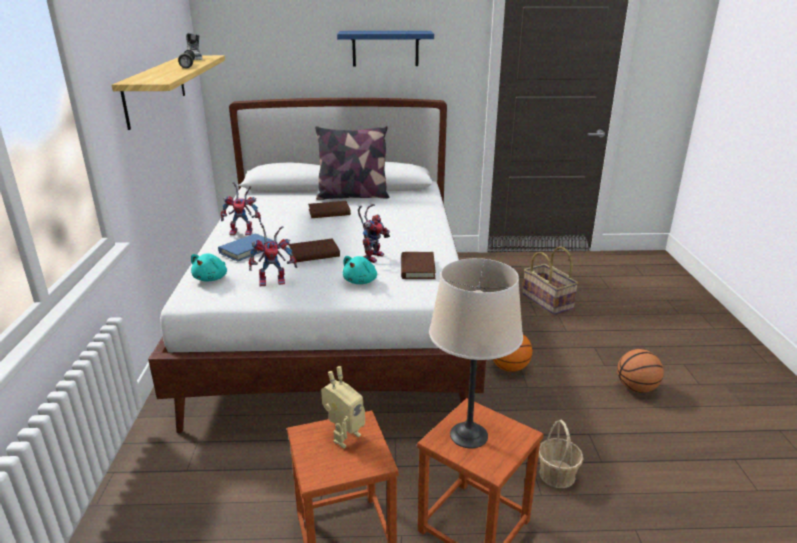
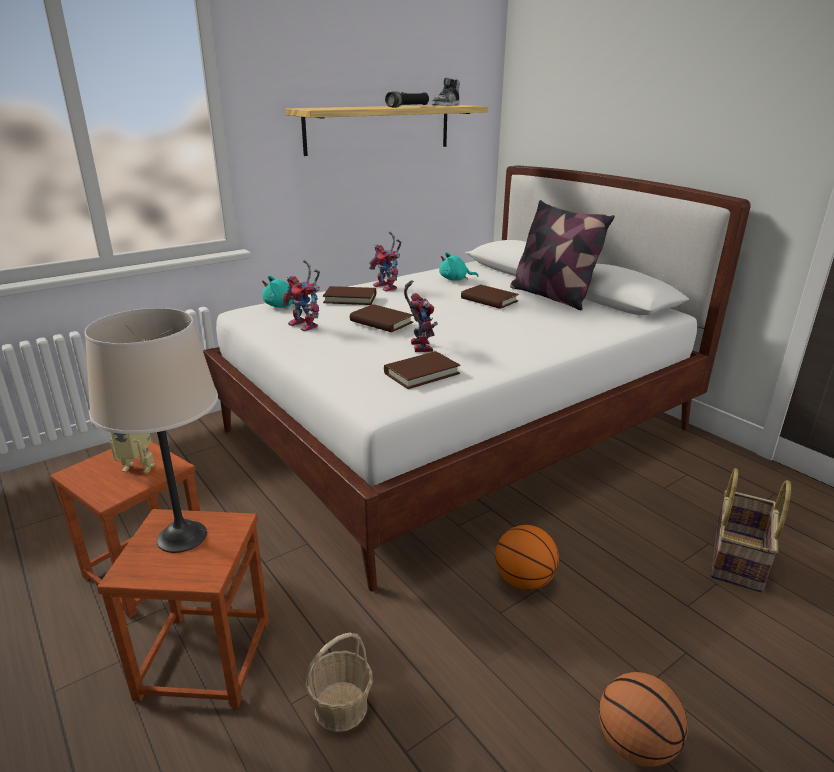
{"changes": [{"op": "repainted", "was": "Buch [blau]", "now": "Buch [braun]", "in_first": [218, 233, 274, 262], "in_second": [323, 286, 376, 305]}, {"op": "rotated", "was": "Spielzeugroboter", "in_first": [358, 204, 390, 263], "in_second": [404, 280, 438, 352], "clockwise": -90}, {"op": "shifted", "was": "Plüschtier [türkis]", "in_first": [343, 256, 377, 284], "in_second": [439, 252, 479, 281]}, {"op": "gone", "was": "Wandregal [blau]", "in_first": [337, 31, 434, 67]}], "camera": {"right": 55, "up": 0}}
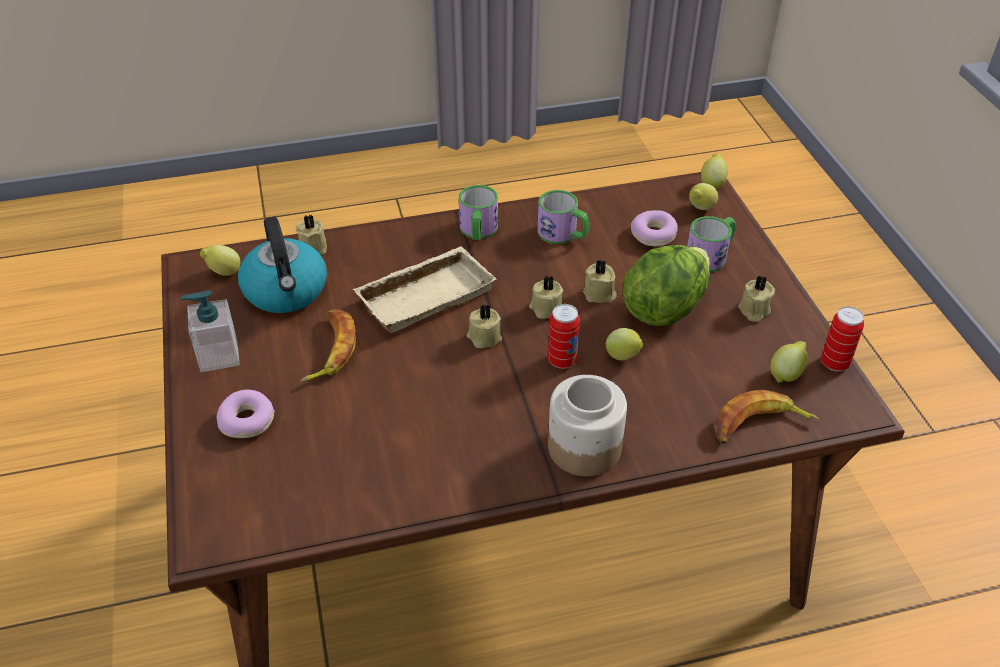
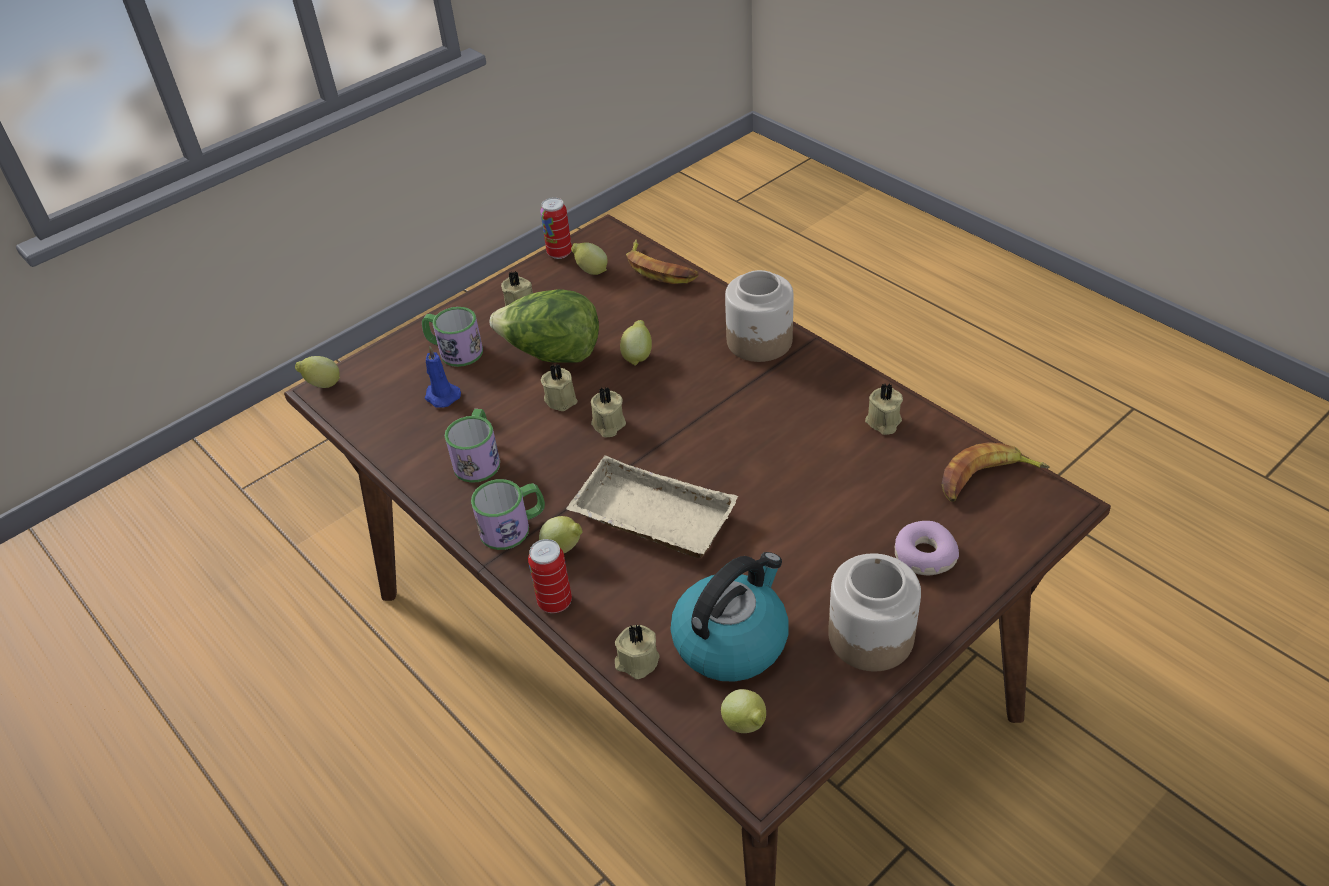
{"changes": [{"op": "swapped", "was": "Donut", "now": "Kerze [blau]", "in_first": [631, 210, 678, 247], "in_second": [425, 346, 461, 408]}, {"op": "shifted", "was": "Dose", "in_first": [548, 304, 580, 369], "in_second": [528, 539, 572, 613]}, {"op": "shifted", "was": "Zitrone", "in_first": [689, 183, 718, 210], "in_second": [539, 516, 582, 553]}, {"op": "swapped", "was": "Seifenspender", "now": "Vorratsglas", "in_first": [181, 290, 240, 372], "in_second": [828, 553, 921, 671]}, {"op": "shifted", "was": "Kerze [beige]", "in_first": [466, 305, 502, 348], "in_second": [865, 383, 903, 435]}, {"op": "shifted", "was": "Banane", "in_first": [300, 309, 357, 382], "in_second": [942, 442, 1050, 502]}], "camera": {"right": -115, "up": 0}}
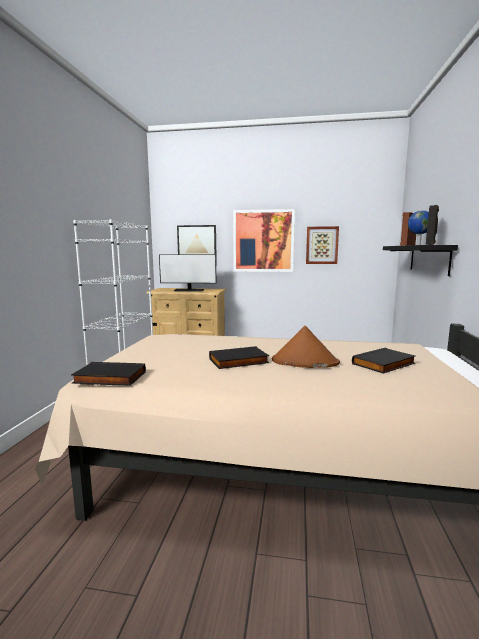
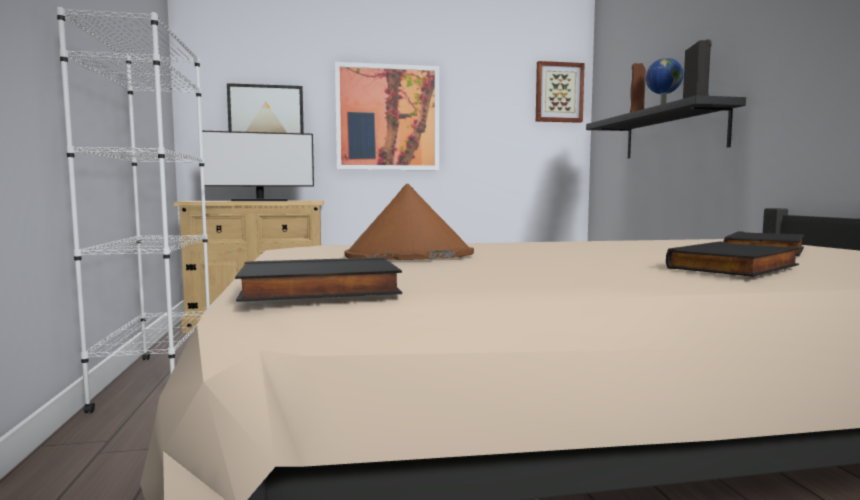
{"changes": [{"op": "shifted", "was": "Hut [braun]", "in_first": [272, 326, 340, 368], "in_second": [345, 183, 474, 260]}, {"op": "shifted", "was": "Bild", "in_first": [306, 226, 339, 264], "in_second": [536, 61, 585, 123]}, {"op": "shifted", "was": "Buch [schwarz]", "in_first": [209, 346, 269, 369], "in_second": [666, 242, 800, 277]}], "camera": {"right": -20, "up": -5}}
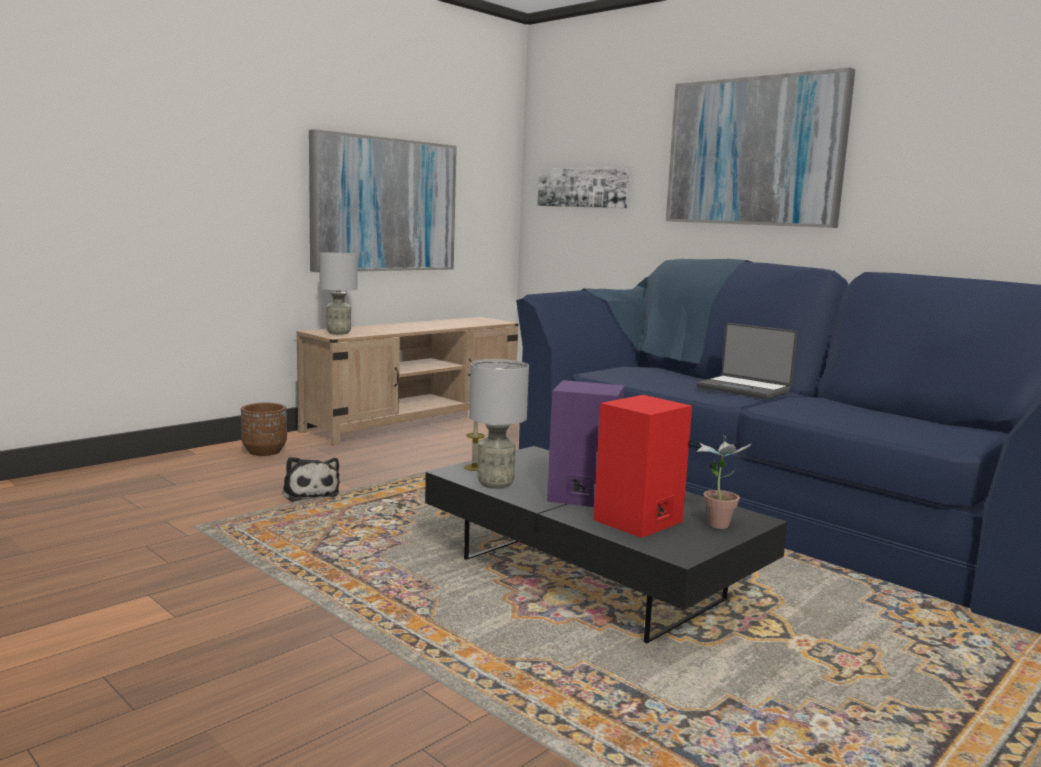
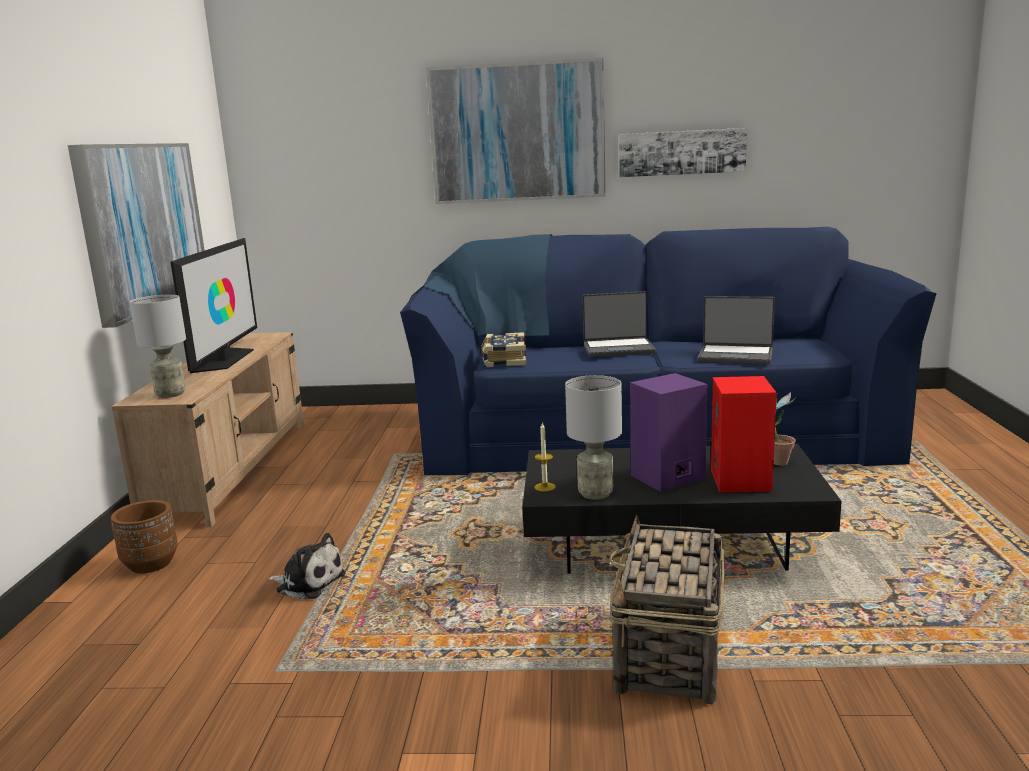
{"changes": [{"op": "new", "now": "Fernseher", "in_second": [171, 238, 257, 373]}, {"op": "new", "now": "Buch", "in_second": [481, 332, 526, 367]}, {"op": "new", "now": "Korb", "in_second": [609, 514, 724, 705]}, {"op": "shifted", "was": "Bild", "in_first": [537, 167, 630, 208], "in_second": [619, 128, 747, 177]}, {"op": "new", "now": "Laptop", "in_second": [698, 296, 775, 364]}], "camera": {"right": -40, "up": 5}}
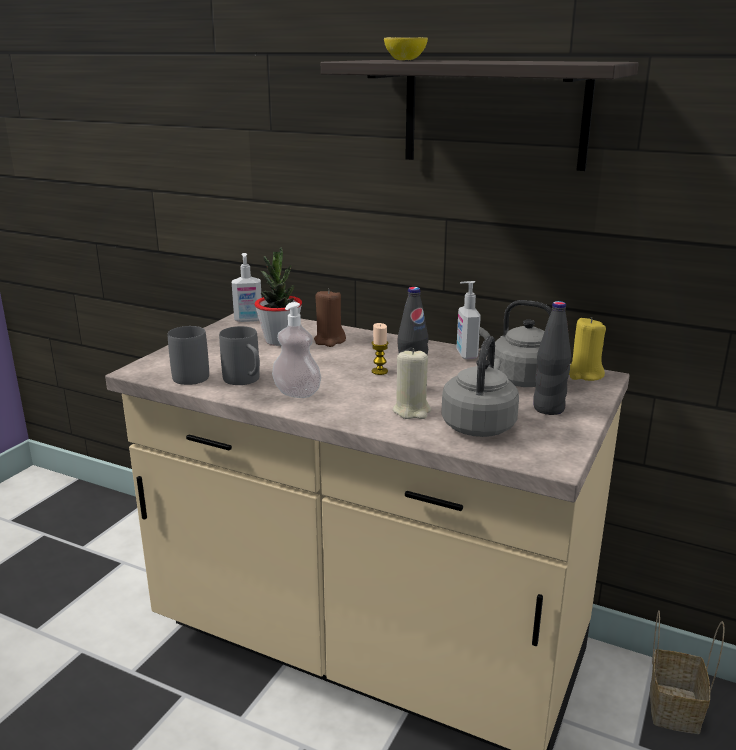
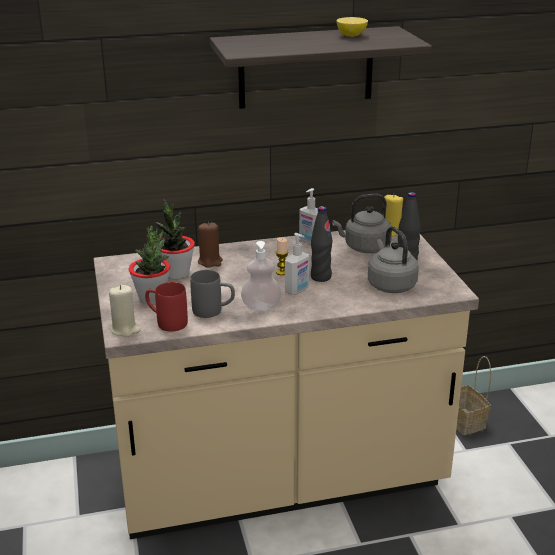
{"changes": [{"op": "shifted", "was": "Kerze [beige]", "in_first": [393, 348, 431, 419], "in_second": [109, 285, 140, 337]}, {"op": "new", "now": "Topfpflanze", "in_second": [129, 226, 170, 304]}, {"op": "repainted", "was": "Henkelbecher [grau]", "now": "Henkelbecher [rot]", "in_first": [168, 326, 209, 385], "in_second": [145, 282, 188, 332]}, {"op": "shifted", "was": "Seifenspender", "in_first": [232, 253, 262, 322], "in_second": [285, 233, 309, 295]}, {"op": "shifted", "was": "Zitrone", "in_first": [384, 37, 428, 60], "in_second": [336, 17, 368, 37]}], "camera": {"right": -40, "up": 5}}
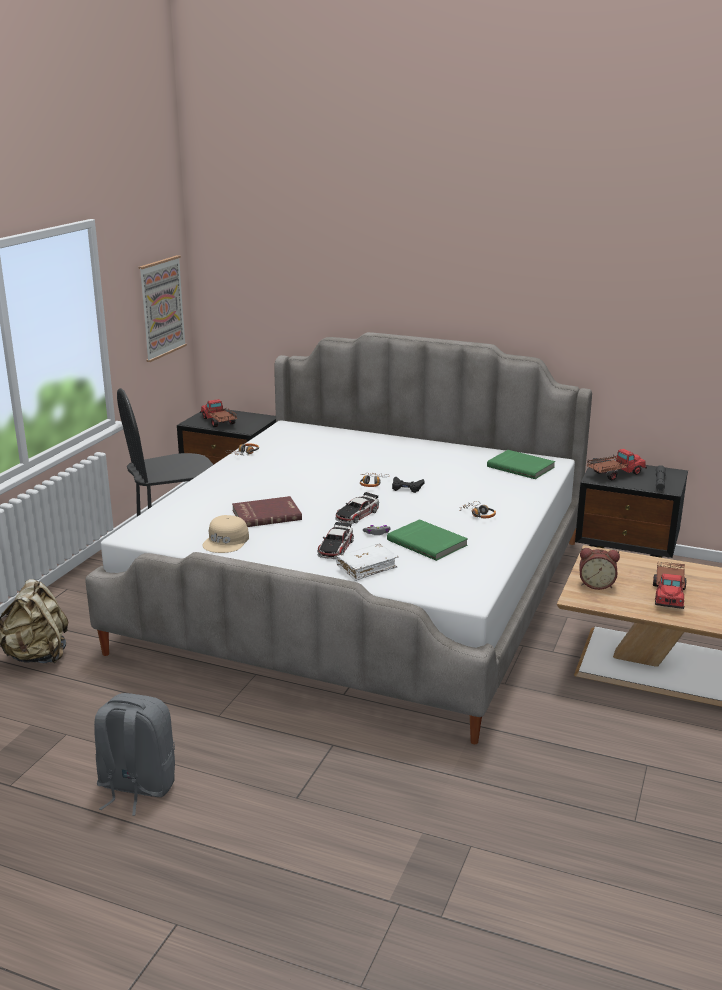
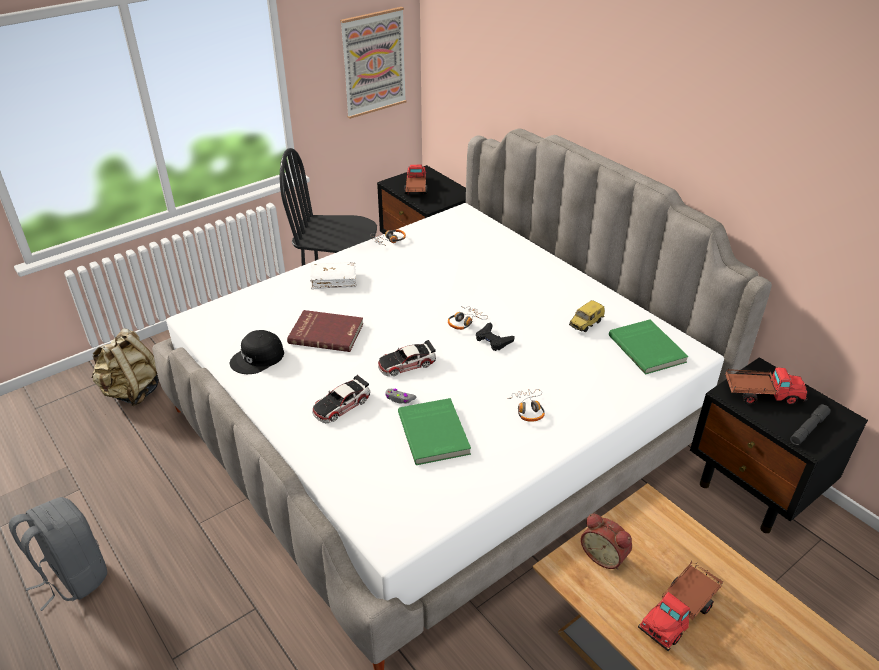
{"changes": [{"op": "repainted", "was": "Kappe [beige]", "now": "Kappe [schwarz]", "in_first": [202, 515, 249, 553], "in_second": [230, 330, 284, 374]}, {"op": "shifted", "was": "Buch [weiß]", "in_first": [336, 544, 398, 581], "in_second": [310, 262, 356, 289]}, {"op": "new", "now": "Spielzeugauto", "in_second": [569, 300, 605, 332]}], "camera": {"right": 30, "up": 15}}
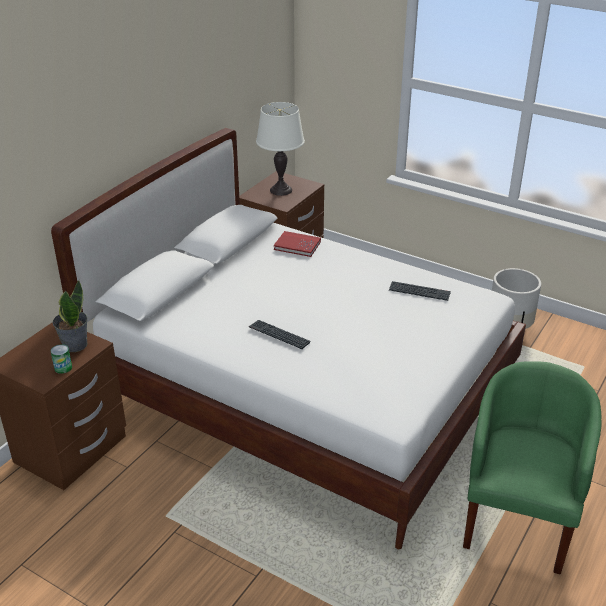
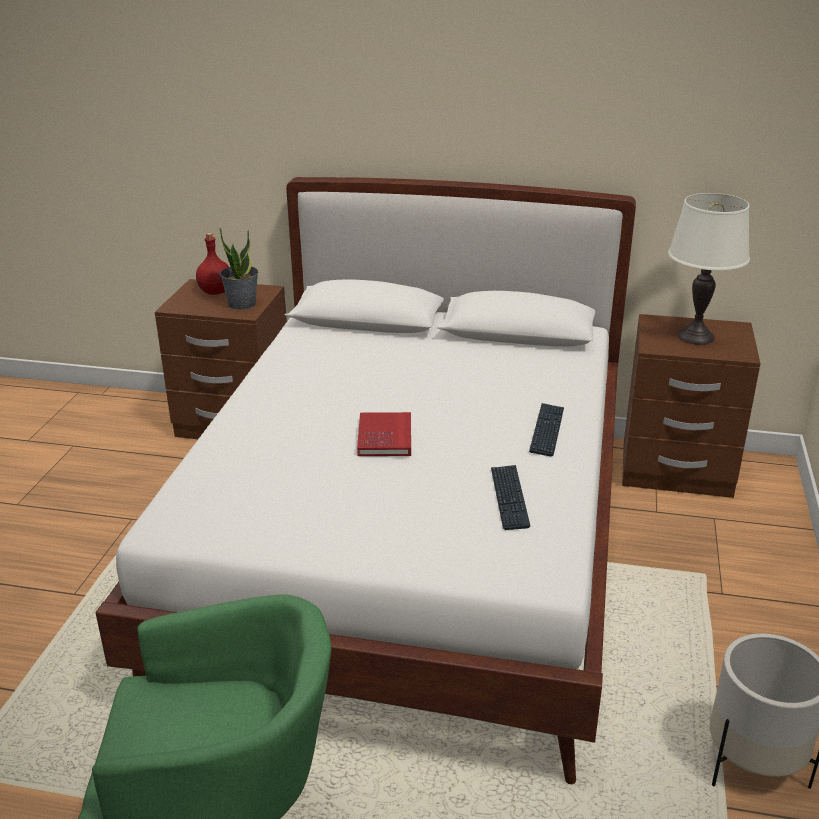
{"changes": [{"op": "new", "now": "Flasche [rot]", "in_second": [196, 233, 229, 295]}, {"op": "shifted", "was": "Buch [rot]", "in_first": [274, 231, 321, 257], "in_second": [357, 412, 411, 456]}, {"op": "shifted", "was": "Tastatur", "in_first": [249, 320, 310, 349], "in_second": [529, 403, 564, 456]}, {"op": "gone", "was": "Dose", "in_first": [51, 344, 72, 374]}], "camera": {"right": 70, "up": -5}}
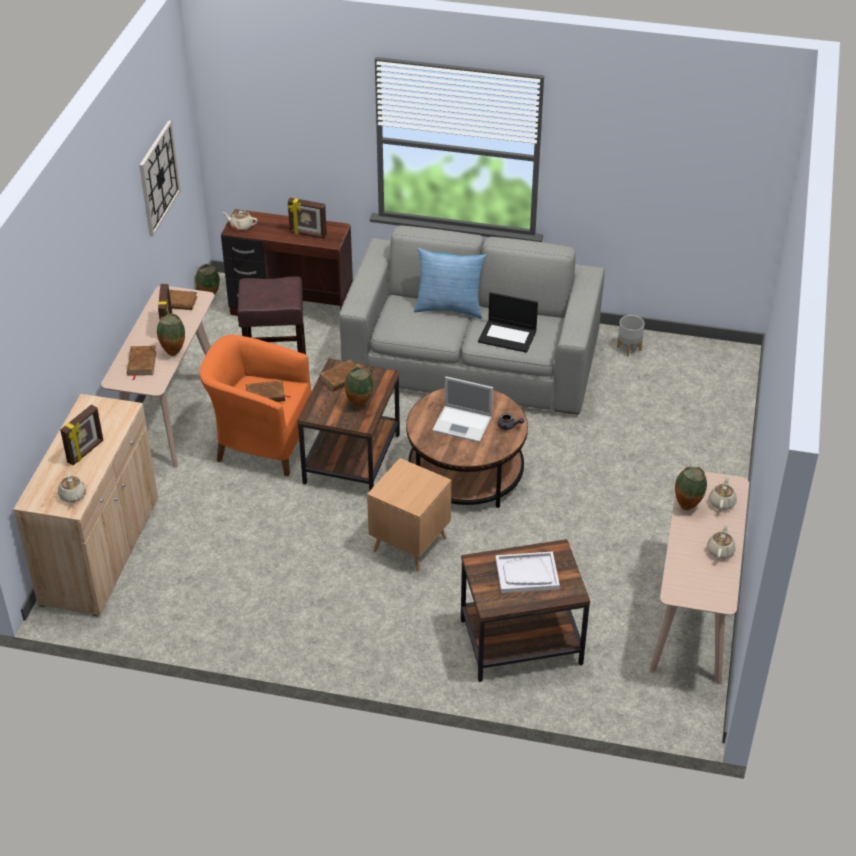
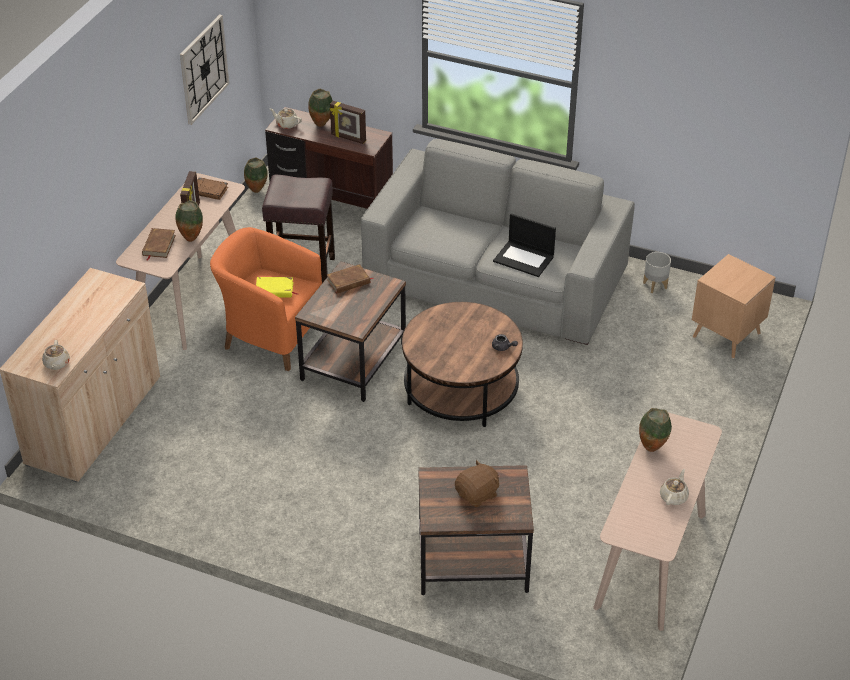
{"changes": [{"op": "repainted", "was": "Buch [braun]", "now": "Buch [gelb]", "in_first": [246, 380, 291, 402], "in_second": [256, 277, 299, 298]}, {"op": "shifted", "was": "Vase", "in_first": [345, 367, 374, 408], "in_second": [308, 89, 333, 127]}, {"op": "swapped", "was": "Tablett [weiß]", "now": "Plüschtier [braun]", "in_first": [496, 551, 560, 593], "in_second": [455, 460, 500, 507]}, {"op": "shifted", "was": "Beistelltisch [braun]", "in_first": [367, 458, 451, 572], "in_second": [692, 254, 776, 359]}, {"op": "gone", "was": "Bilderrahmen", "in_first": [60, 405, 103, 465]}, {"op": "gone", "was": "Kissen", "in_first": [414, 248, 486, 319]}, {"op": "gone", "was": "Laptop", "in_first": [432, 377, 493, 442]}, {"op": "gone", "was": "Teekanne [beige]", "in_first": [709, 475, 737, 511]}], "camera": {"right": 10, "up": 0}}
